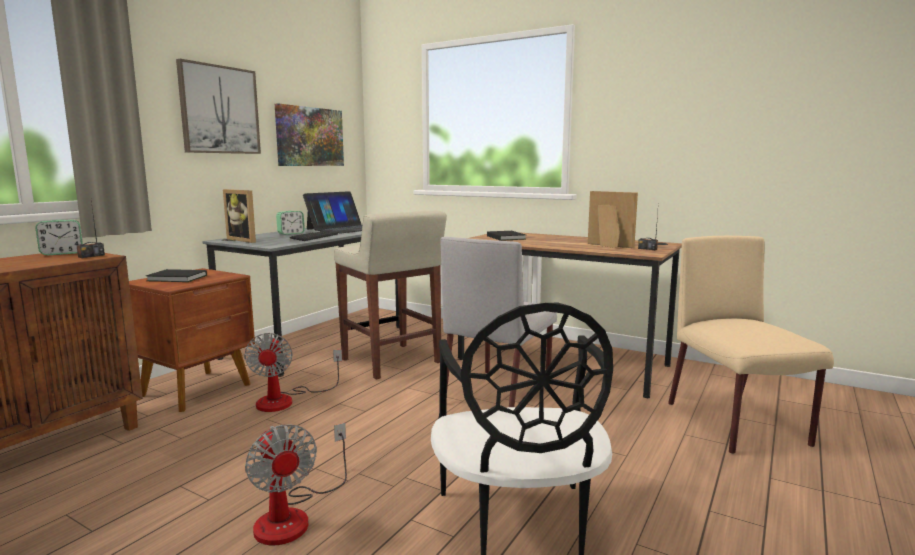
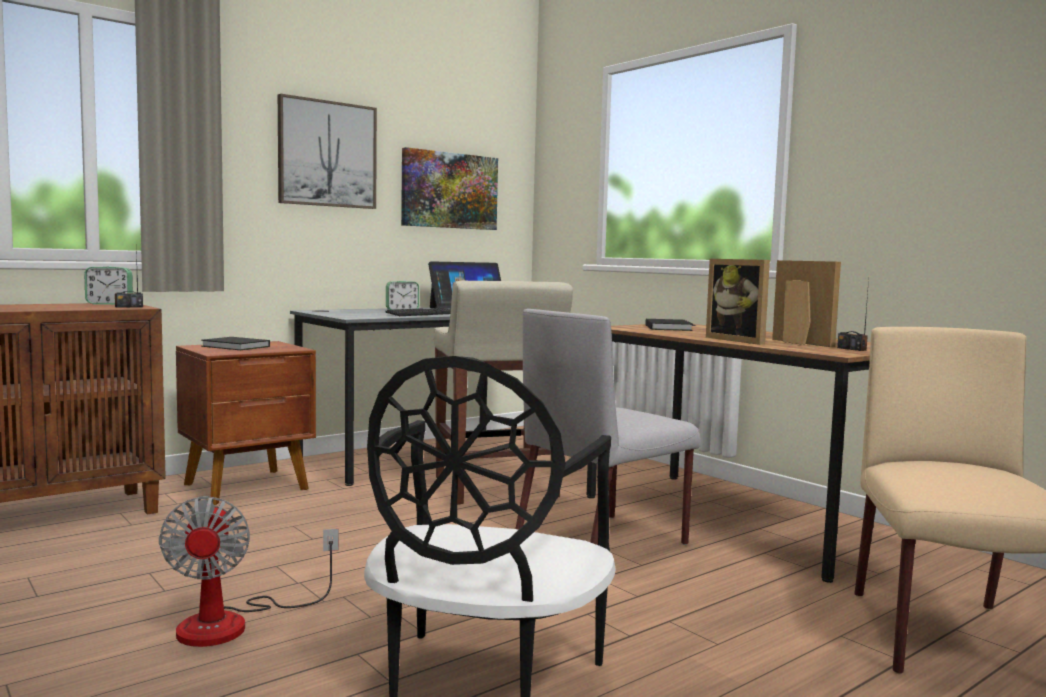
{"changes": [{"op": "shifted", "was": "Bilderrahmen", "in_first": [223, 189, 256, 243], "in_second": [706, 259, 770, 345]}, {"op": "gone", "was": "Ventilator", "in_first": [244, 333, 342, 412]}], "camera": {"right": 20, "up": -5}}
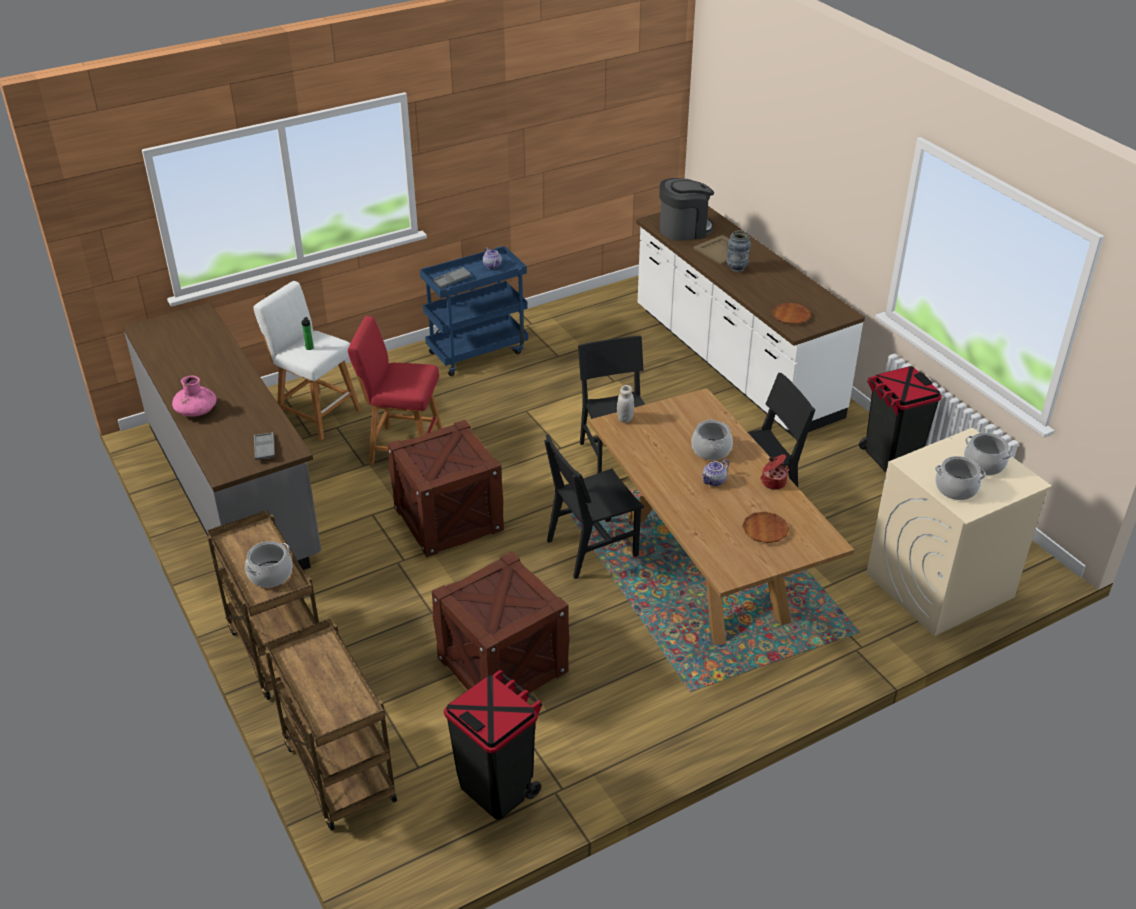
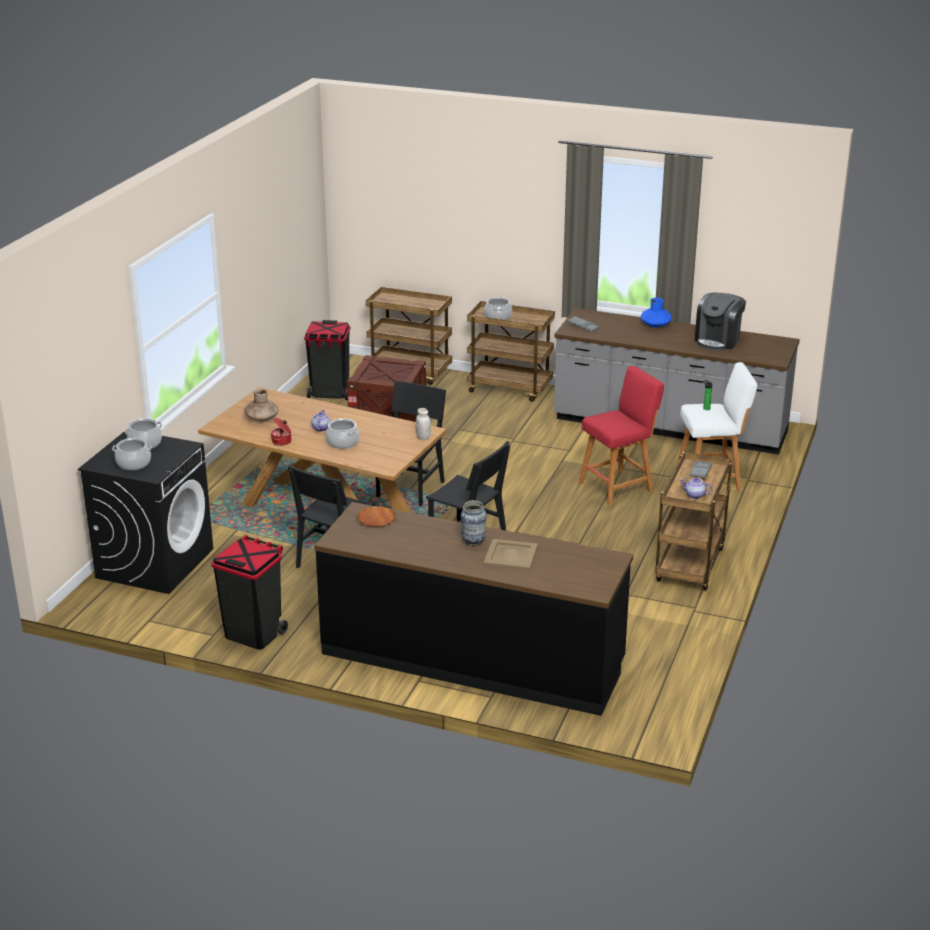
{"changes": [{"op": "repainted", "was": "Waschmaschine [beige]", "now": "Waschmaschine [schwarz]", "in_first": [866, 428, 1052, 636], "in_second": [78, 431, 213, 594]}, {"op": "swapped", "was": "Teller [braun]", "now": "Vase [braun]", "in_first": [742, 512, 789, 543], "in_second": [244, 389, 279, 421]}, {"op": "repainted", "was": "Küchenzeile [weiß]", "now": "Küchenzeile [schwarz]", "in_first": [636, 206, 865, 437], "in_second": [314, 502, 633, 716]}, {"op": "repainted", "was": "Vase [rosa]", "now": "Vase [blau]", "in_first": [172, 376, 217, 416], "in_second": [641, 298, 672, 328]}, {"op": "repainted", "was": "Rollwagen [blau]", "now": "Rollwagen [braun]", "in_first": [420, 246, 528, 376], "in_second": [655, 452, 732, 591]}, {"op": "shifted", "was": "Kaffeemaschine", "in_first": [659, 178, 714, 241], "in_second": [695, 293, 746, 351]}, {"op": "gone", "was": "Kiste", "in_first": [387, 420, 504, 557]}], "camera": {"right": 140, "up": -10}}
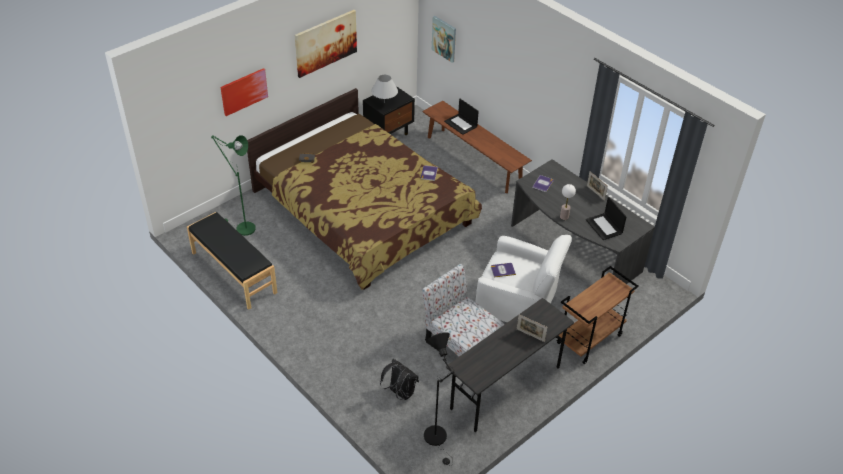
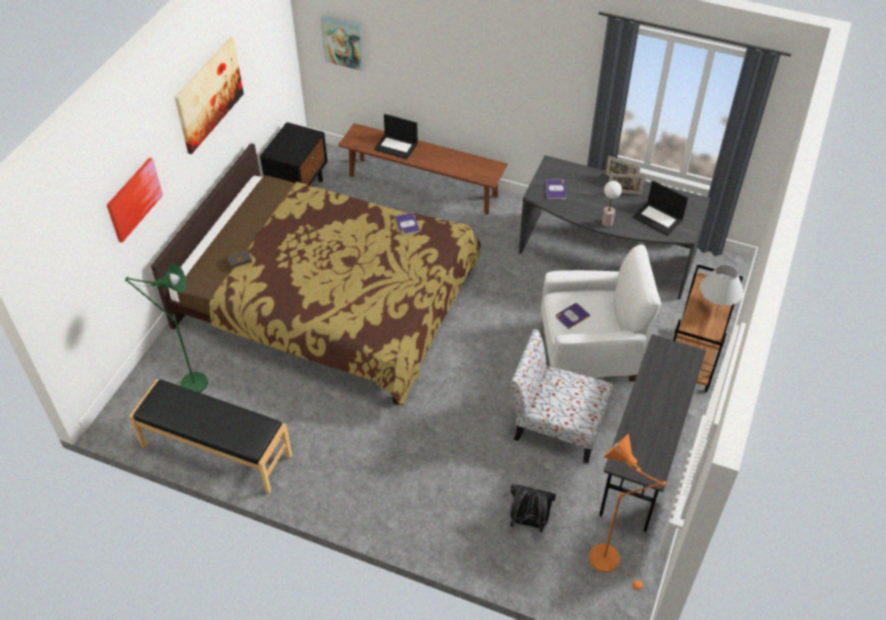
{"changes": [{"op": "repainted", "was": "Stehlampe [schwarz]", "now": "Stehlampe [orange]", "in_first": [424, 333, 455, 466], "in_second": [589, 433, 666, 590]}, {"op": "shifted", "was": "Bilderrahmen", "in_first": [517, 314, 547, 342], "in_second": [609, 173, 646, 194]}, {"op": "shifted", "was": "Tischlampe [weiß]", "in_first": [371, 74, 398, 99], "in_second": [700, 265, 744, 306]}], "camera": {"right": -25, "up": 5}}
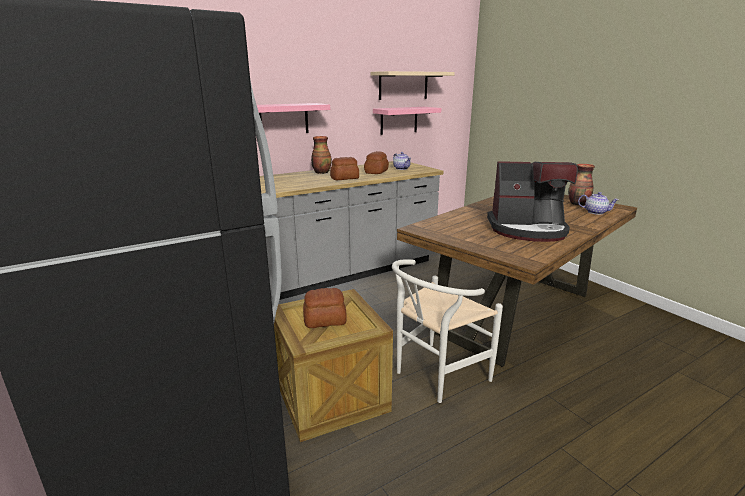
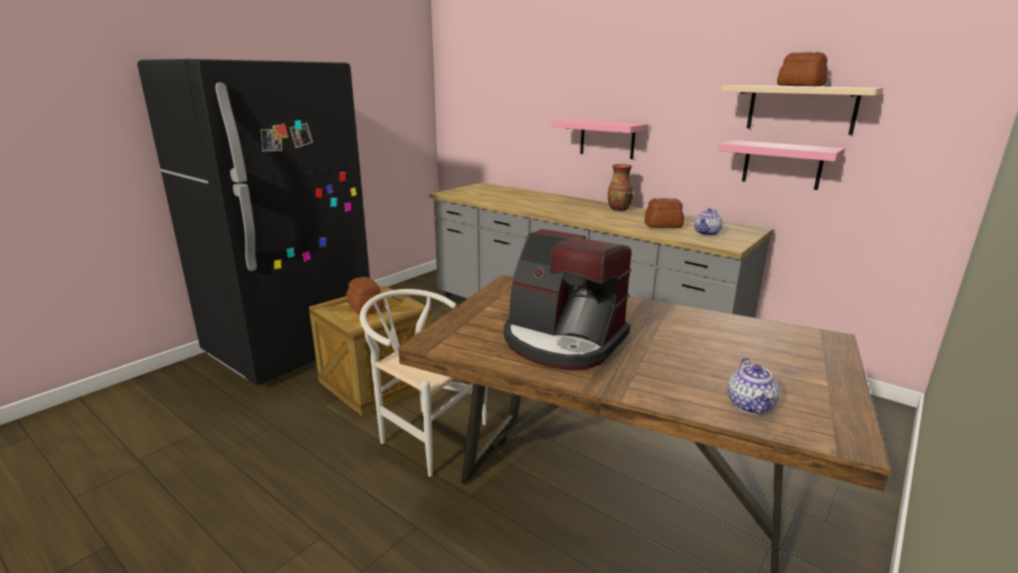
{"changes": [{"op": "rotated", "was": "Kaffeemaschine", "in_first": [487, 161, 578, 242], "in_second": [504, 229, 632, 370], "clockwise": -45}, {"op": "shifted", "was": "Brot", "in_first": [330, 157, 359, 180], "in_second": [777, 52, 828, 86]}, {"op": "gone", "was": "Vase", "in_first": [568, 164, 595, 206]}], "camera": {"right": 70, "up": 0}}
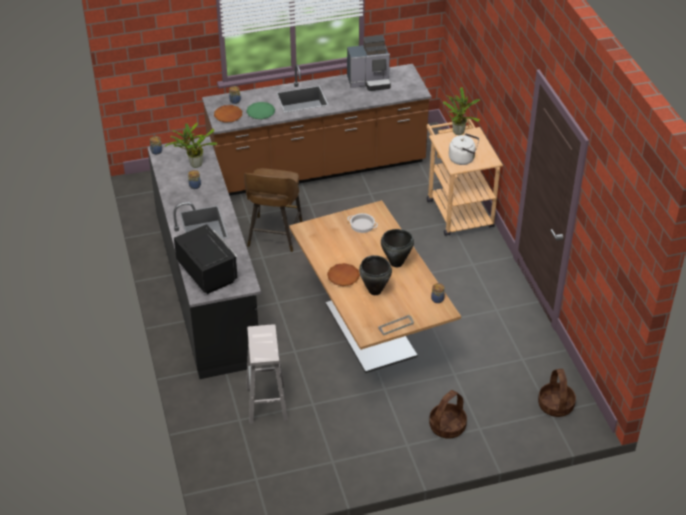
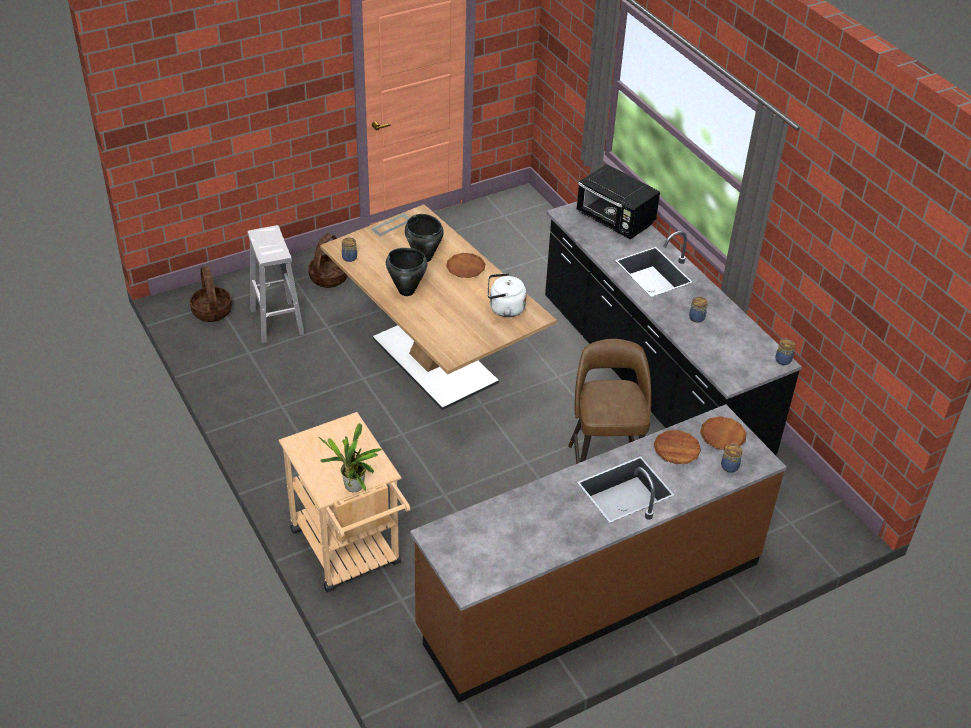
{"changes": [{"op": "shifted", "was": "Hocker [weiß]", "in_first": [246, 324, 288, 424], "in_second": [247, 225, 305, 343]}, {"op": "shifted", "was": "Wasserkessel [weiß]", "in_first": [449, 133, 479, 165], "in_second": [488, 273, 526, 317]}, {"op": "repainted", "was": "Teller [grün]", "now": "Teller [braun]", "in_first": [246, 102, 275, 119], "in_second": [654, 430, 701, 464]}, {"op": "gone", "was": "Topfpflanze", "in_first": [165, 123, 217, 168]}, {"op": "gone", "was": "Kaffeemaschine", "in_first": [347, 35, 391, 91]}, {"op": "gone", "was": "Kochtopf", "in_first": [347, 213, 378, 233]}], "camera": {"right": 165, "up": 0}}
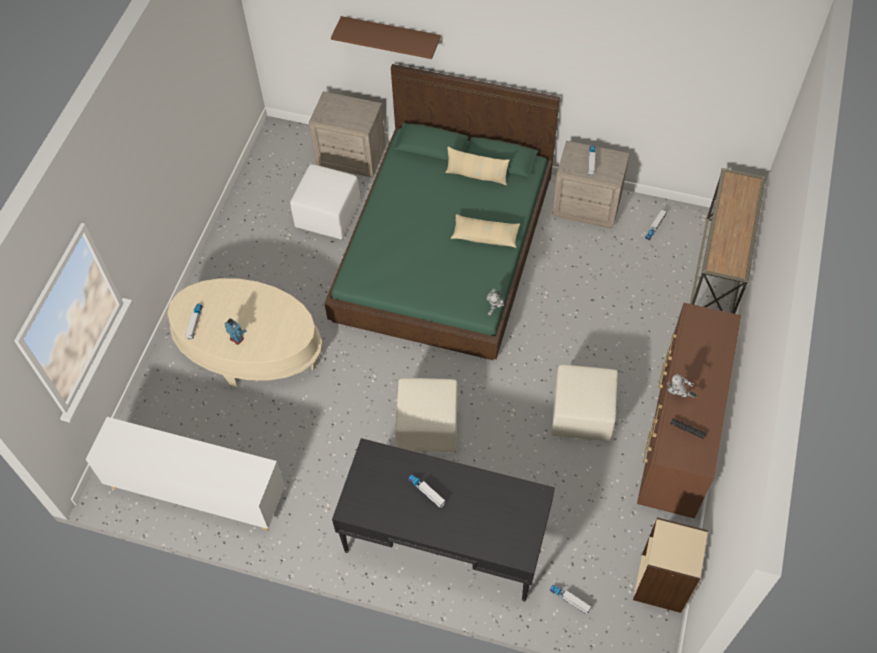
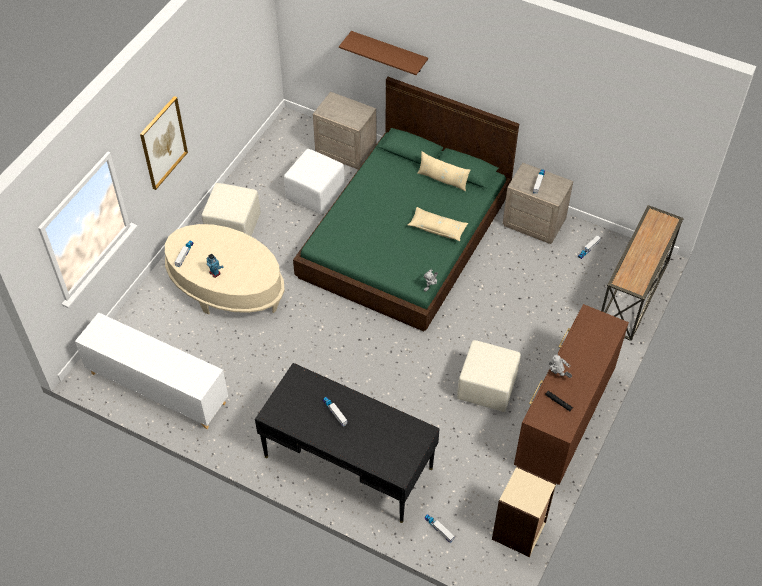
{"changes": [{"op": "new", "now": "Bild", "in_second": [140, 96, 188, 190]}, {"op": "shifted", "was": "Polsterhocker [beige]", "in_first": [396, 378, 458, 452], "in_second": [202, 183, 261, 236]}], "camera": {"right": 10, "up": -5}}
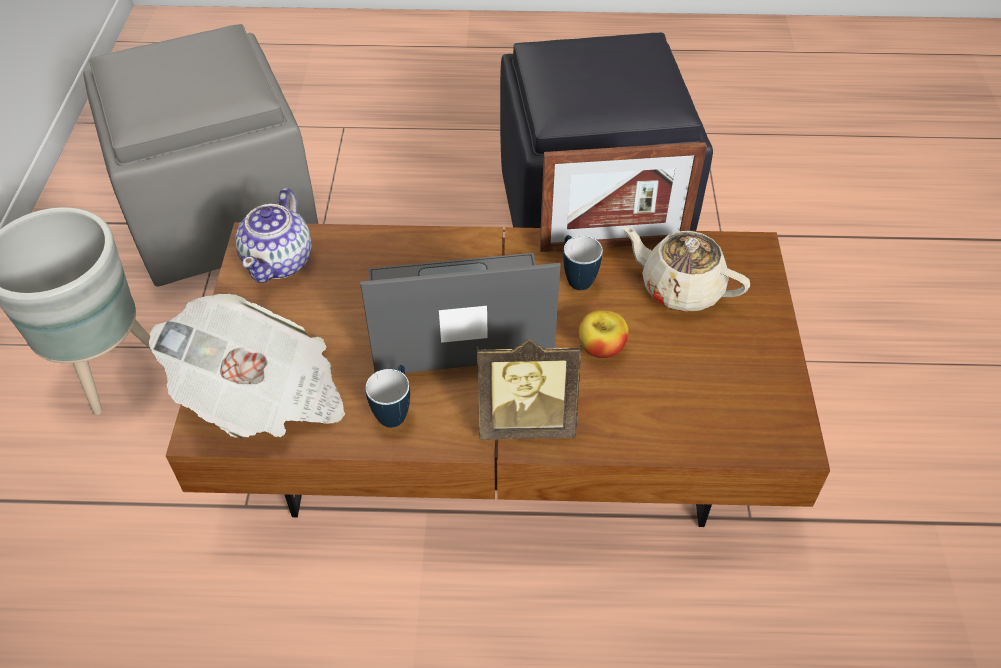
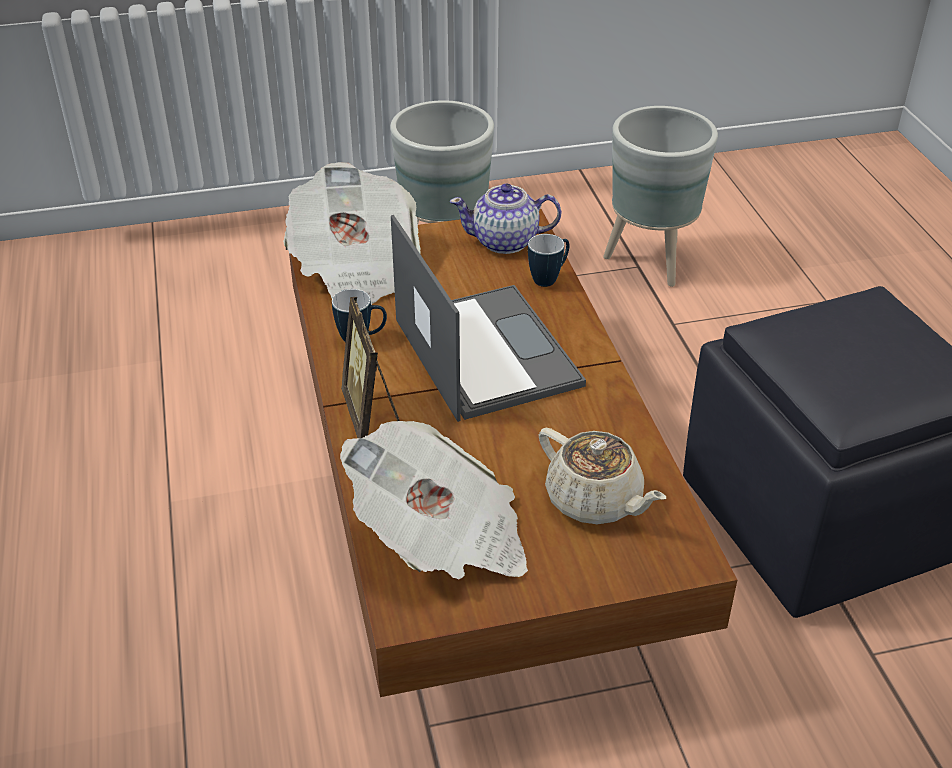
{"changes": [{"op": "new", "now": "Zeitung", "in_second": [340, 421, 528, 579]}, {"op": "shifted", "was": "Henkelbecher", "in_first": [563, 235, 603, 290], "in_second": [528, 234, 569, 287]}, {"op": "rotated", "was": "Teekanne [beige]", "in_first": [622, 226, 750, 312], "in_second": [539, 428, 666, 524], "clockwise": 120}, {"op": "swapped", "was": "Polsterhocker [grau]", "now": "Pflanzkübel [grau]", "in_first": [83, 24, 318, 287], "in_second": [603, 106, 718, 287]}, {"op": "gone", "was": "Bilderrahmen", "in_first": [540, 142, 707, 252]}, {"op": "gone", "was": "Apfel", "in_first": [578, 311, 629, 358]}], "camera": {"right": 75, "up": -10}}
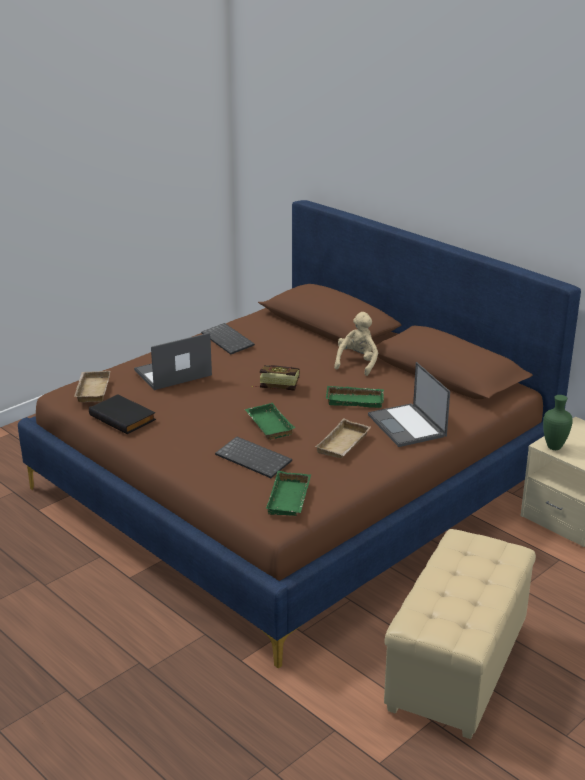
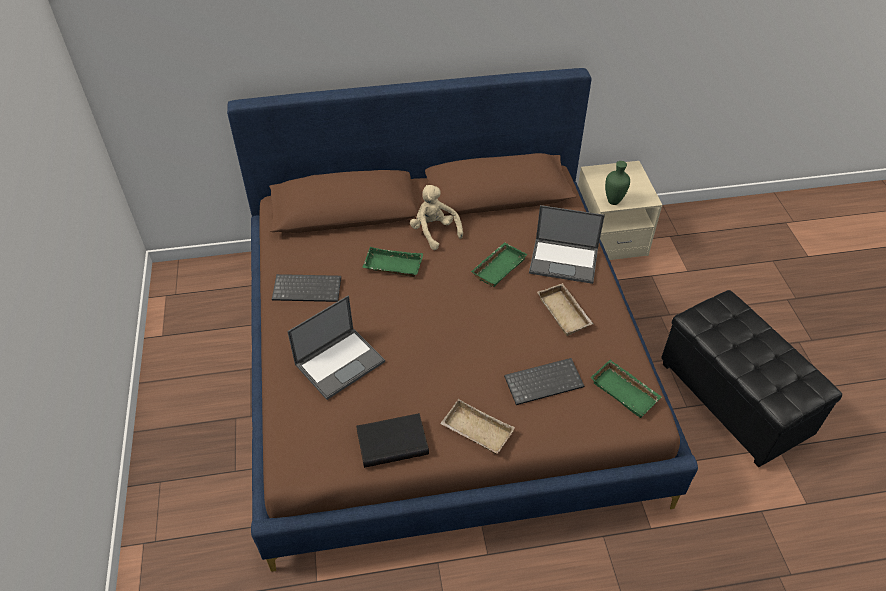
{"changes": [{"op": "rotated", "was": "Laptop", "in_first": [134, 333, 212, 390], "in_second": [287, 295, 385, 400], "clockwise": -135}, {"op": "shifted", "was": "Tablett [grün]", "in_first": [245, 403, 295, 440], "in_second": [362, 247, 423, 277]}, {"op": "shifted", "was": "Tablett [beige]", "in_first": [74, 371, 110, 402], "in_second": [440, 399, 515, 454]}, {"op": "repainted", "was": "Polsterhocker [beige]", "now": "Polsterhocker [schwarz]", "in_first": [384, 529, 536, 739], "in_second": [661, 290, 842, 467]}, {"op": "gone", "was": "Buch", "in_first": [252, 365, 300, 391]}], "camera": {"right": -55, "up": 20}}
